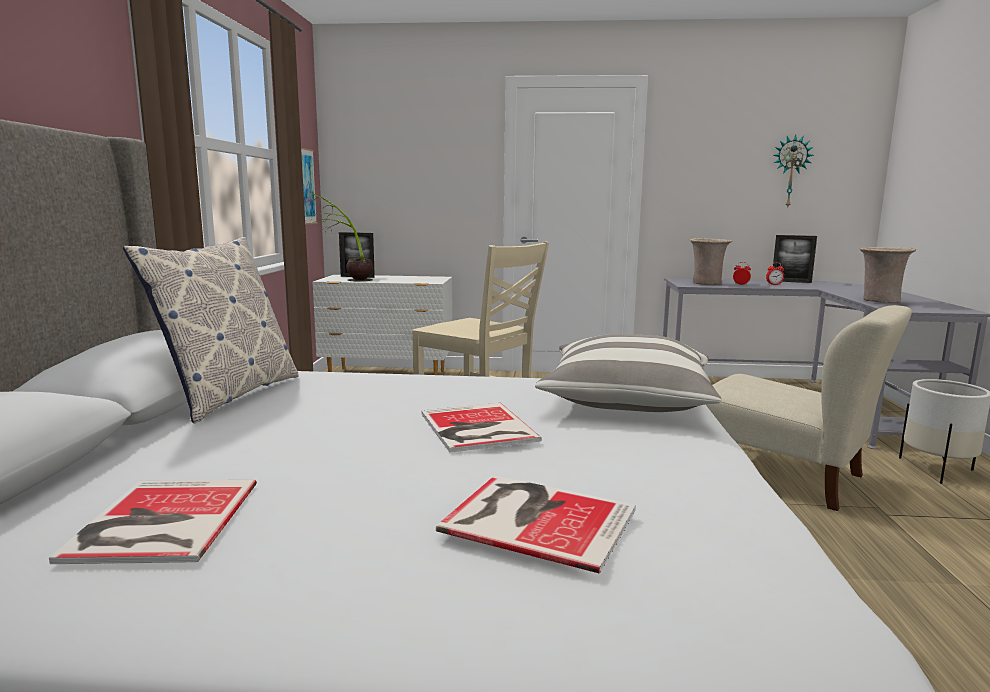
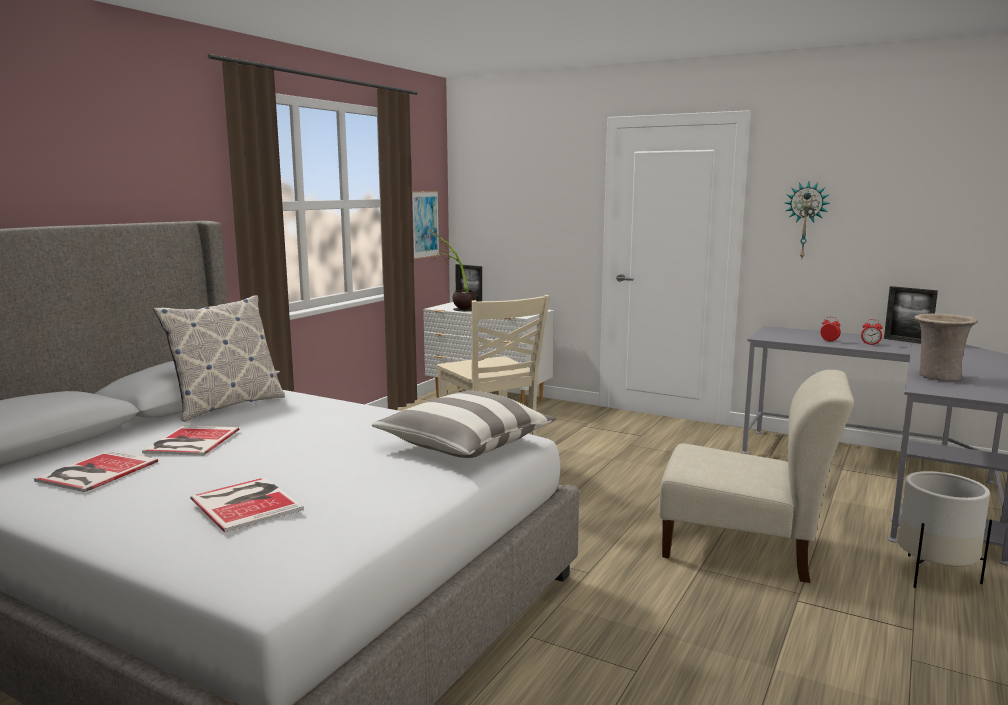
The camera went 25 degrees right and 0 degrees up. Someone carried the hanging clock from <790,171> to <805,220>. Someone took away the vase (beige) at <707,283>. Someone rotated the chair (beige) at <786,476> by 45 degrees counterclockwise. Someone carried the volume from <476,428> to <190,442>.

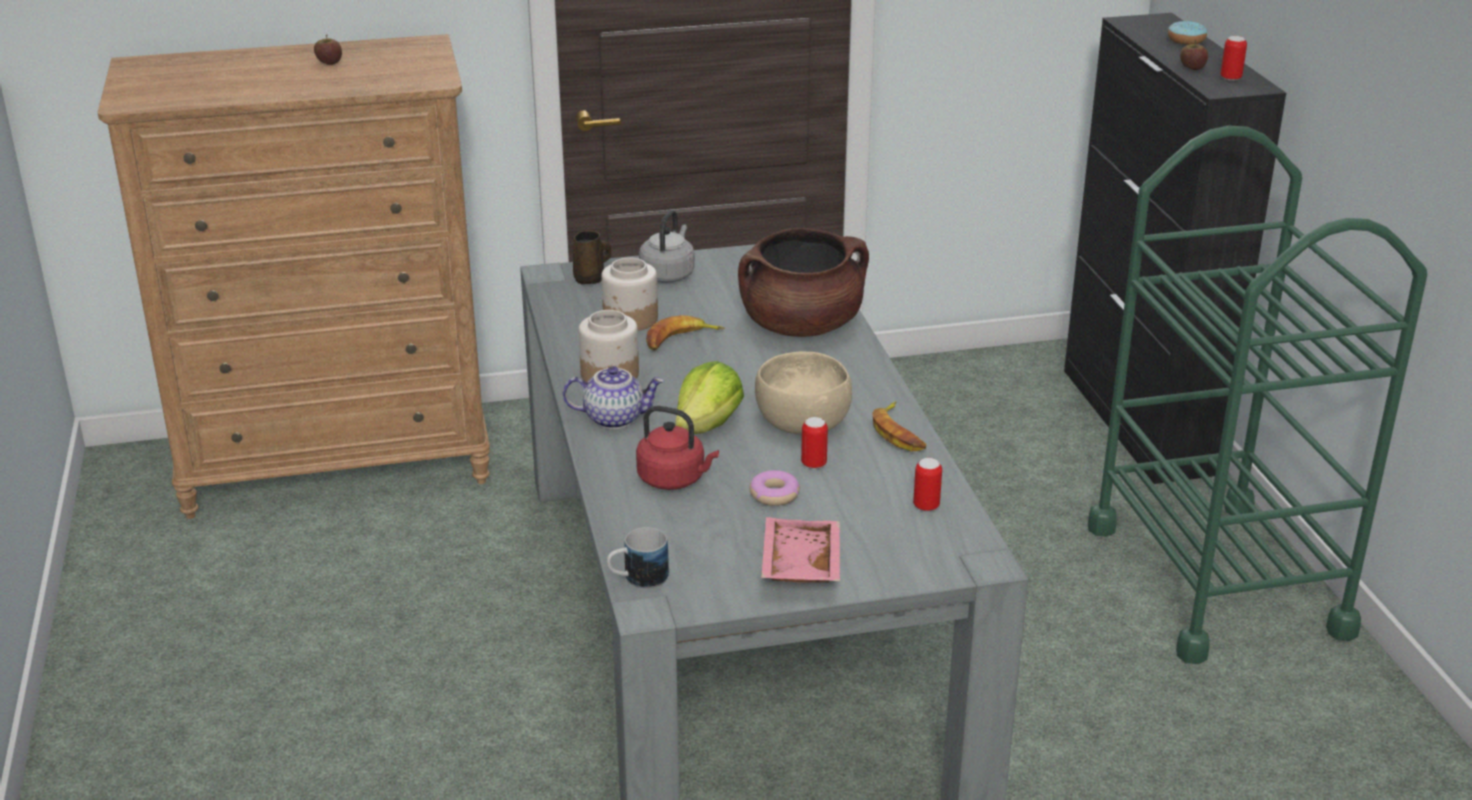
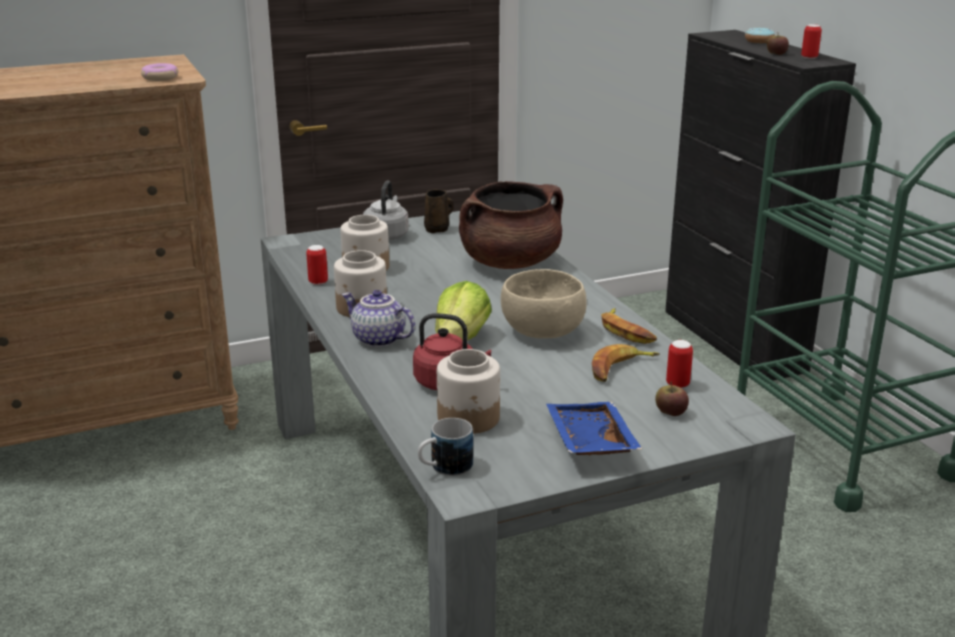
The camera went 10 degrees left and 5 degrees down. Someone carried the apple from <329,62> to <670,412>. Someone carried the tea mug (brown) from <591,279> to <438,229>. Someone carried the whole banana from <680,340> to <620,369>. Someone rotated the pot for tea at <615,418> by 135 degrees counterclockwise. Someone carried the metal can from <813,464> to <318,282>. Someone carried the ring doughnut from <774,495> to <160,78>. Someone repainted the tray (pinkish) at <798,564>, which became the tray (blue) at <588,441>. Someone put down the storage jar at <469,418>.

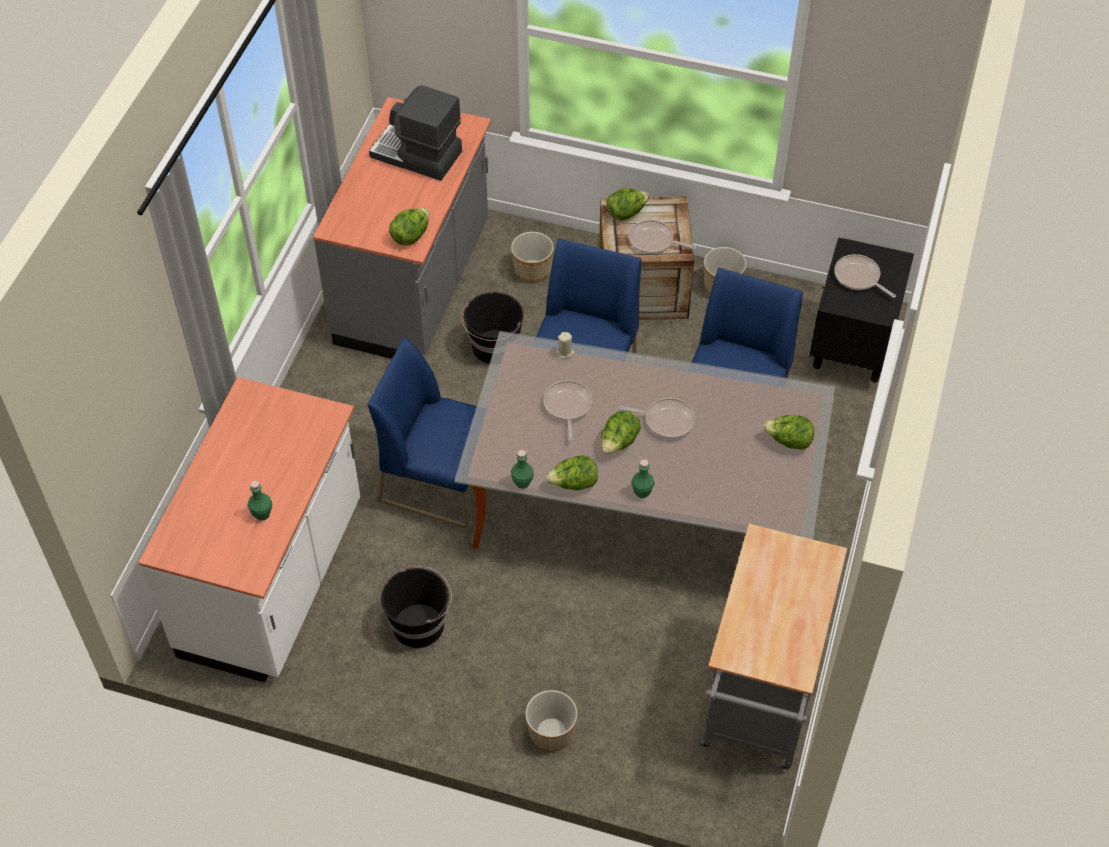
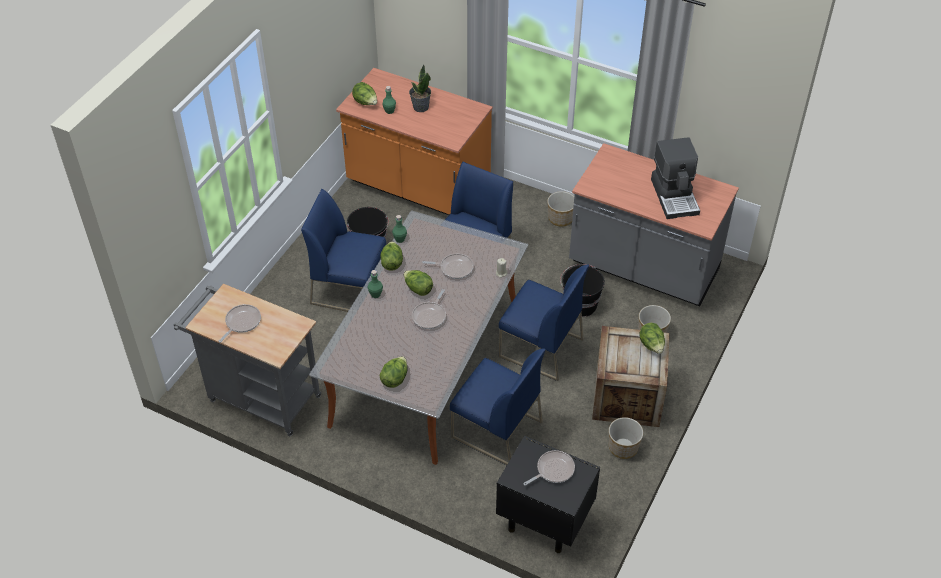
The camera went 100 degrees right and 5 degrees down. Someone rotated the coffee brewer at <416,155> by 135 degrees clockwise. Someone carried the head of lettuce from <411,236> to <366,103>. Someone carried the skillet from <654,241> to <241,322>. Someone repainted the kitchen base unit (whitish) at <274,581>, which became the kitchen base unit (orange-coloured) at <417,187>. Someone carried the plant pot from <550,732> to <561,218>. Someone put down the plant in a pot at <420,107>. Someone put down the chair (blue) at <350,288>.

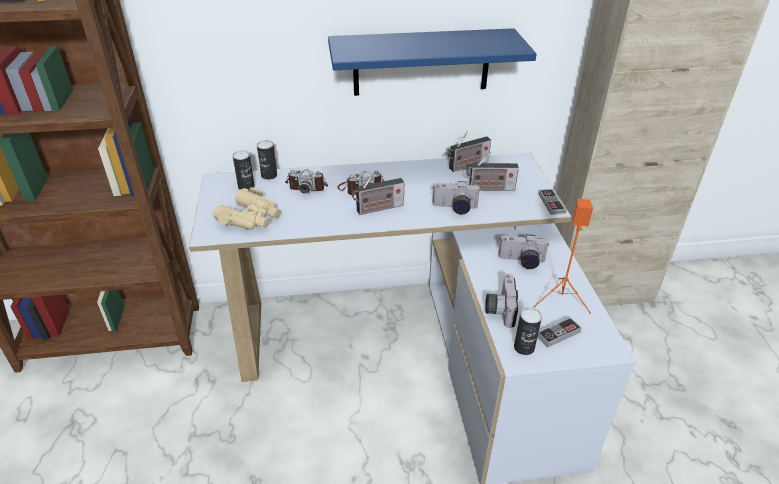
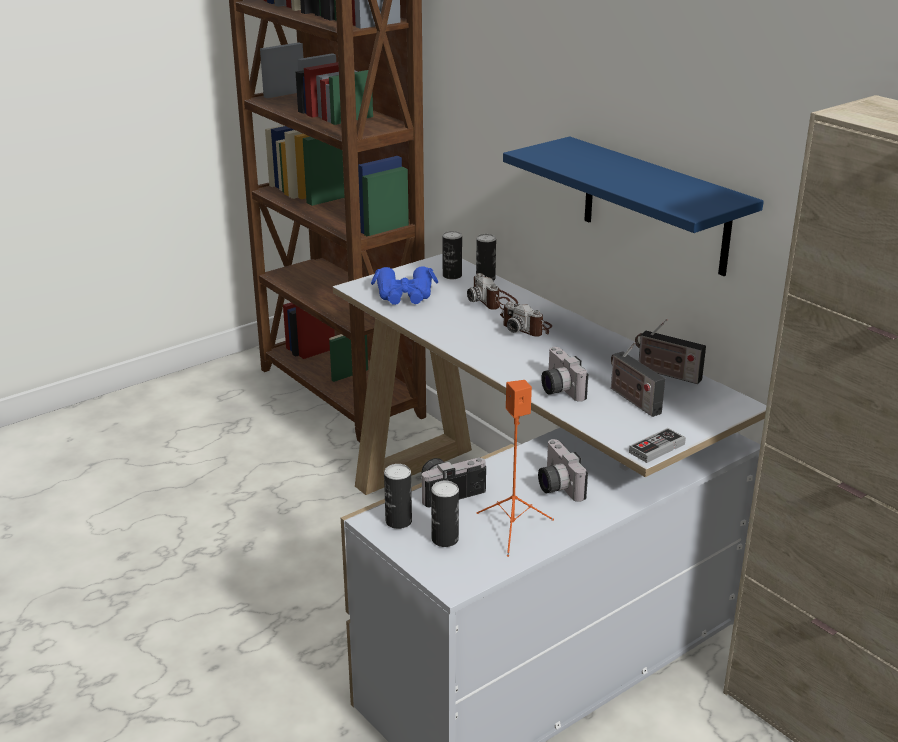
The camera went 60 degrees right and 10 degrees down. Someone took away the radio receiver at <378,209>. Someone repainted the field glasses (beige) at <251,217>, which became the field glasses (blue) at <405,295>. Someone swapped the game controller at <557,333> for the metal can at <445,539>.

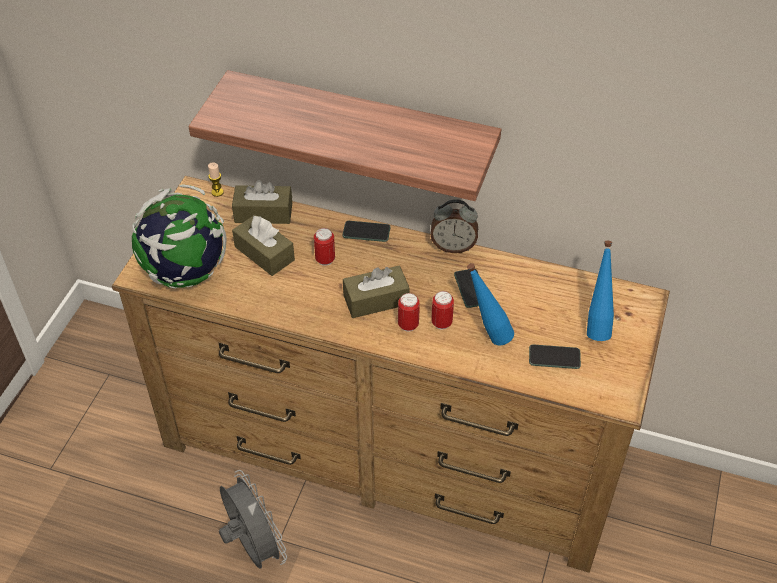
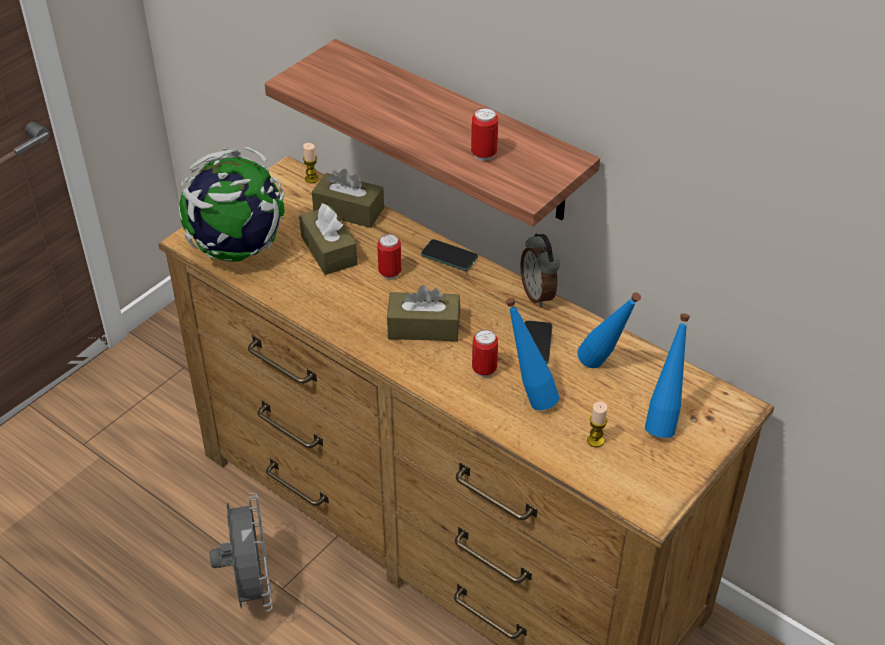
The camera went 20 degrees right and 5 degrees down. Someone rotated the table clock at <453,246> by 45 degrees clockwise. Someone carried the metal can from <408,325> to <484,154>. Someone swapped the telephone at <554,357> for the candle at <595,440>. Someone put down the drink bottle (blue) at <603,368>.

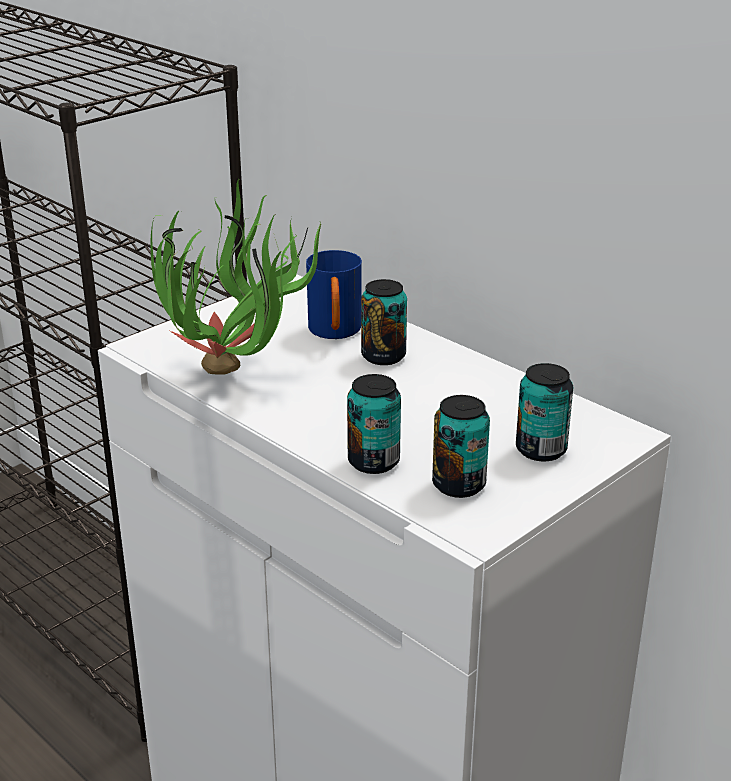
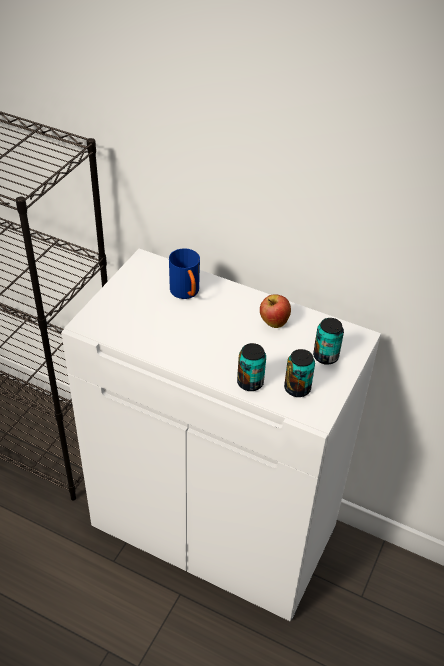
The camera went 20 degrees left and 15 degrees up. Someone took away the plant in a pot at <238,381>. Someone took away the metal can at <383,356>. Someone put down the apple at <273,323>.

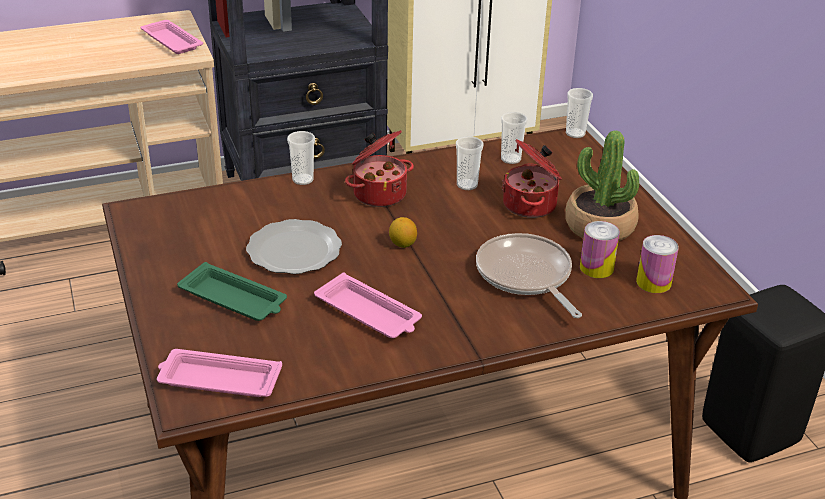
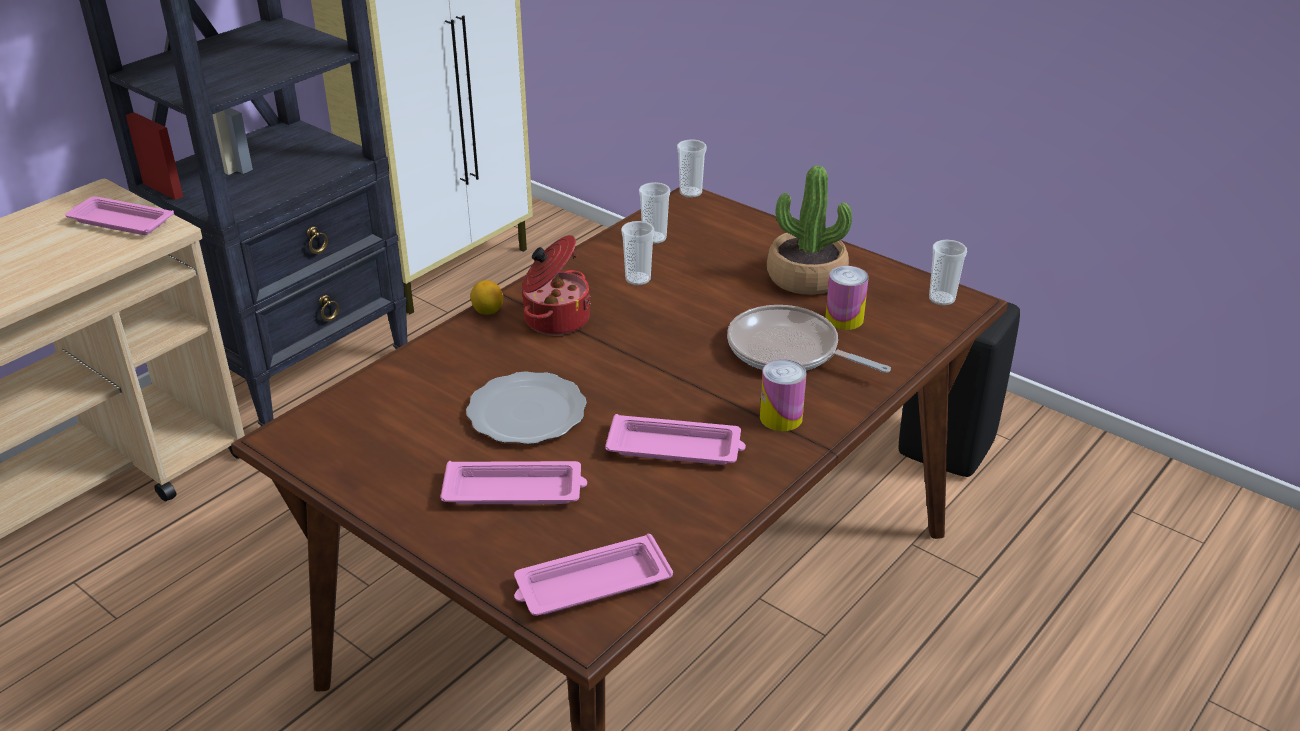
The camera went 30 degrees left and 0 degrees up. Someone carried the small cup from <303,180> to <941,299>. Someone took away the stockpot at <531,205>. Someone carried the whole lemon from <402,244> to <488,311>. Someone carried the metal can from <653,282> to <781,418>. Someone repainted the tray (green) at <234,299>, which became the tray (pinkish) at <516,491>.

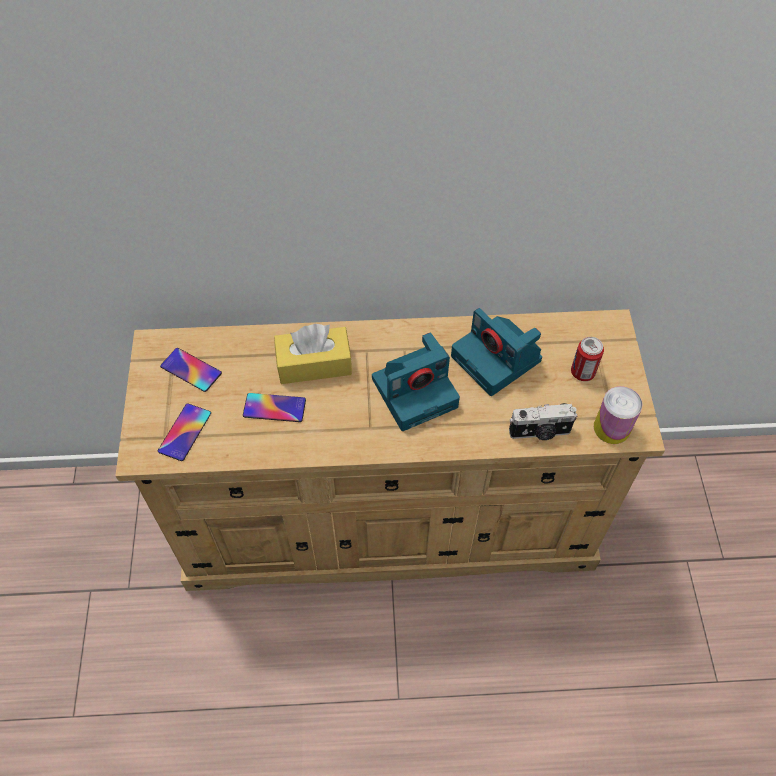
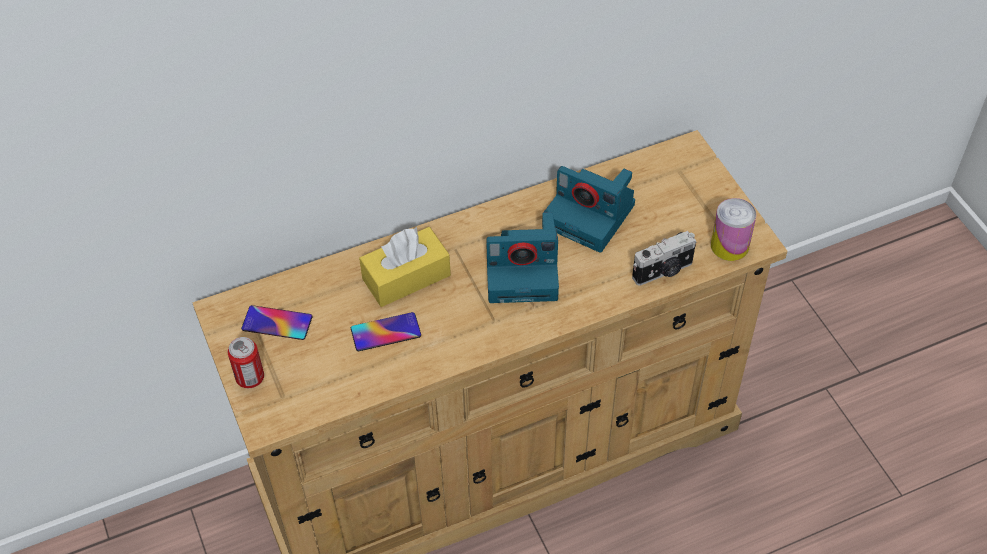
The camera went 20 degrees left and 5 degrees down. Someone rotated the still camera at <416,391> by 45 degrees clockwise. Someone carried the metal can from <582,372> to <250,378>. Someone took away the telephone at <185,432>.

